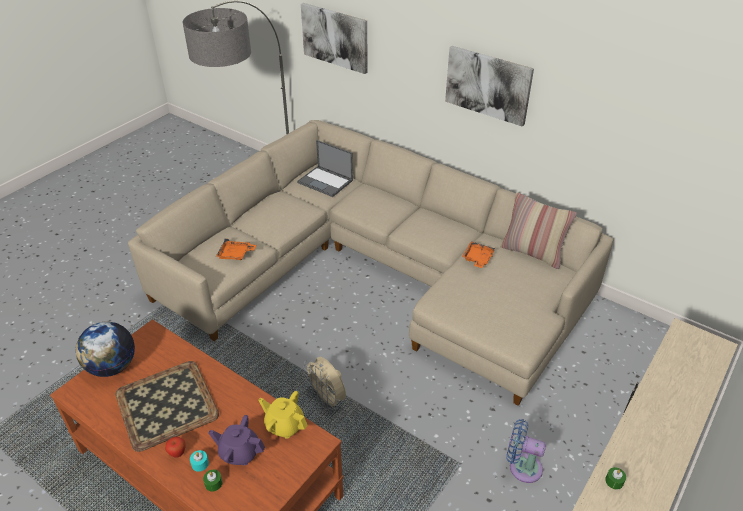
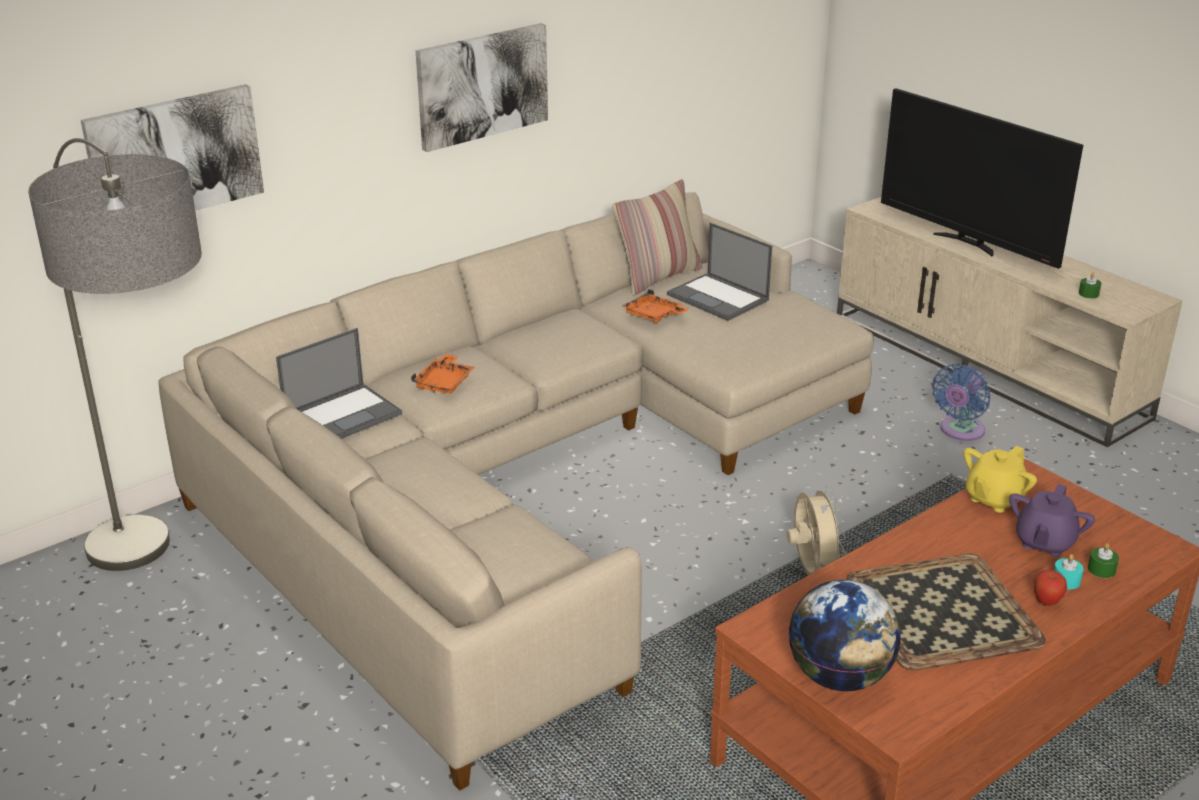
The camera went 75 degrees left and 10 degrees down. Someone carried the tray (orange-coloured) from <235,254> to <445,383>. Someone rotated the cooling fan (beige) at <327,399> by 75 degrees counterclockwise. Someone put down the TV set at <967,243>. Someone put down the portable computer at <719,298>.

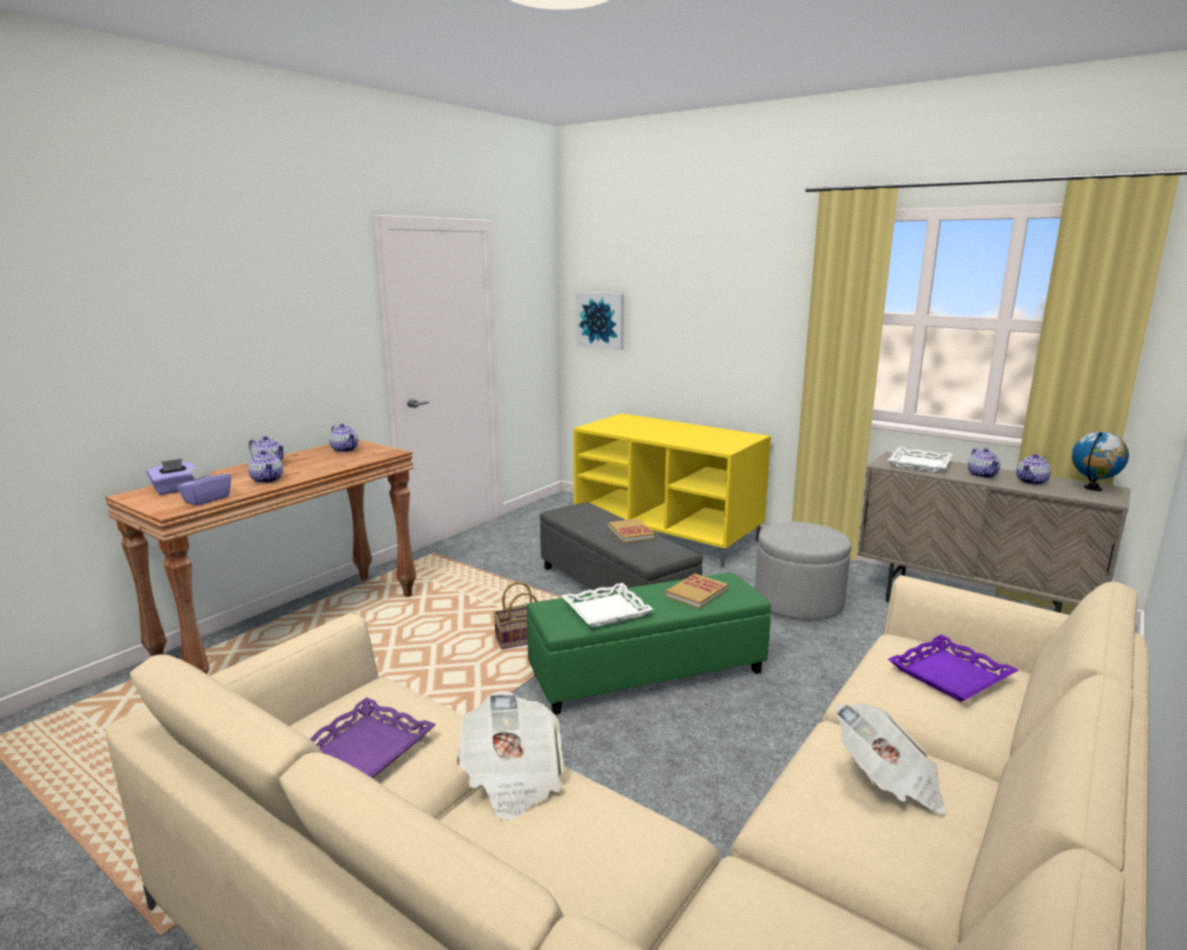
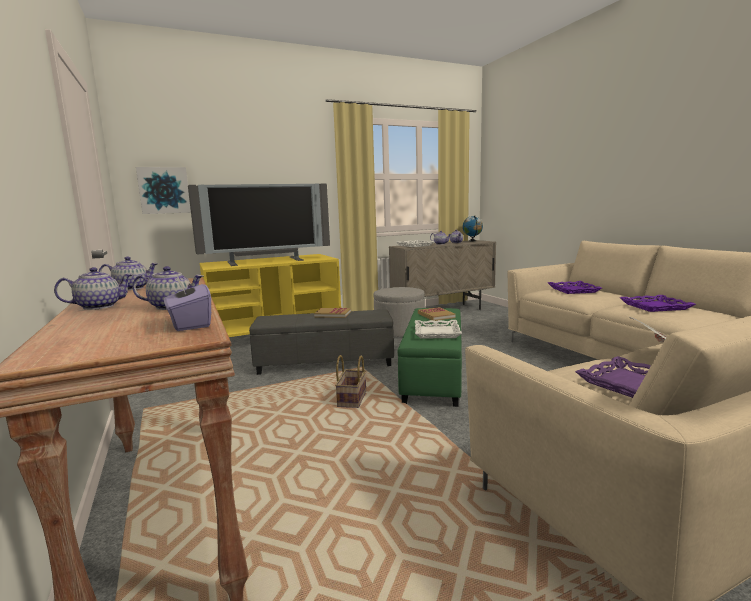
The camera went 60 degrees left and 5 degrees down. Someone took away the tissue holder (purple-coloured) at <176,490>. Someone swapped the newspaper at <888,781> for the tray (purple-coloured) at <655,306>. Someone put down the TV set at <267,261>.

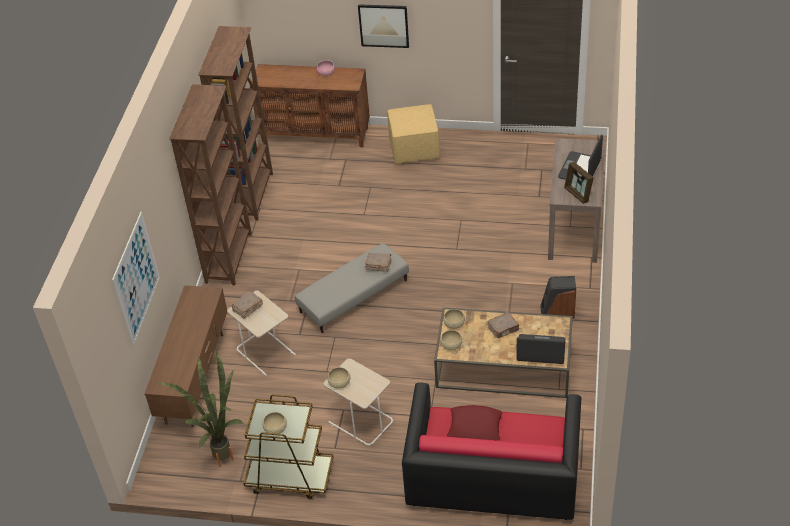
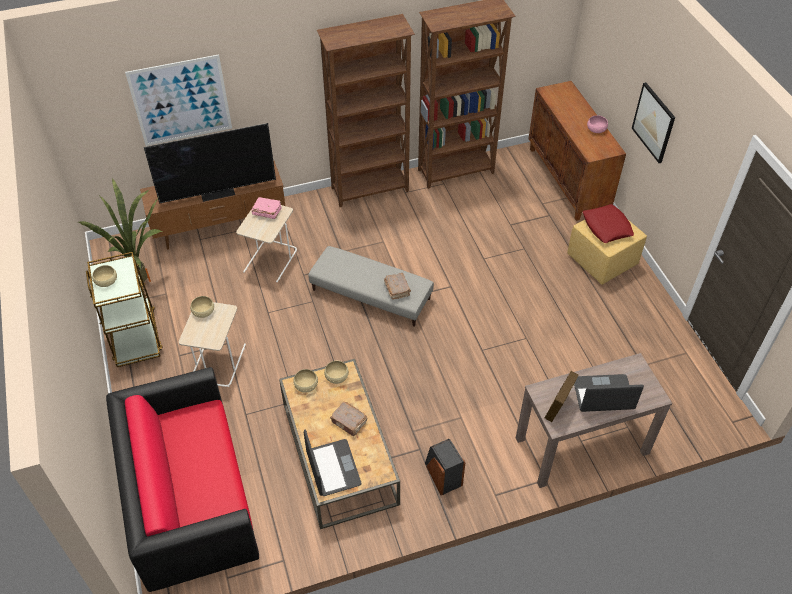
The camera went 60 degrees right and 5 degrees up. Someone repainted the volume (brown) at <247,308>, which became the volume (pinkish) at <266,211>. Someone carried the throw pillow (red-coloured) from <474,428> to <606,227>. Someone put down the TV set at <218,192>.

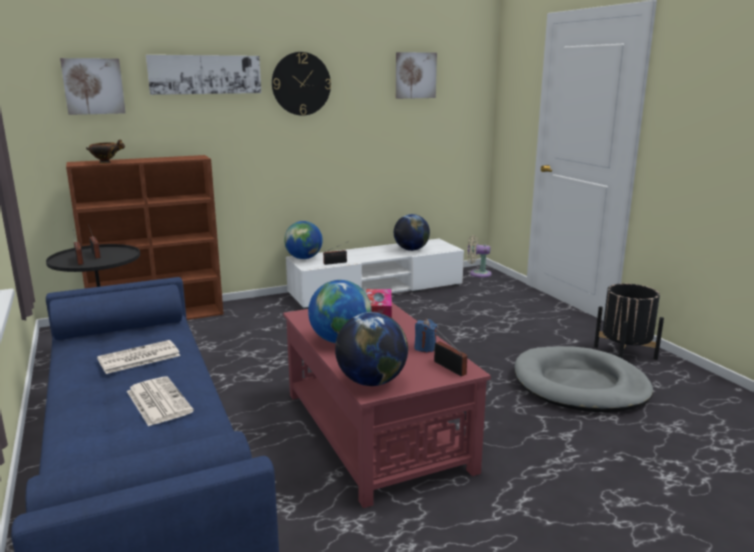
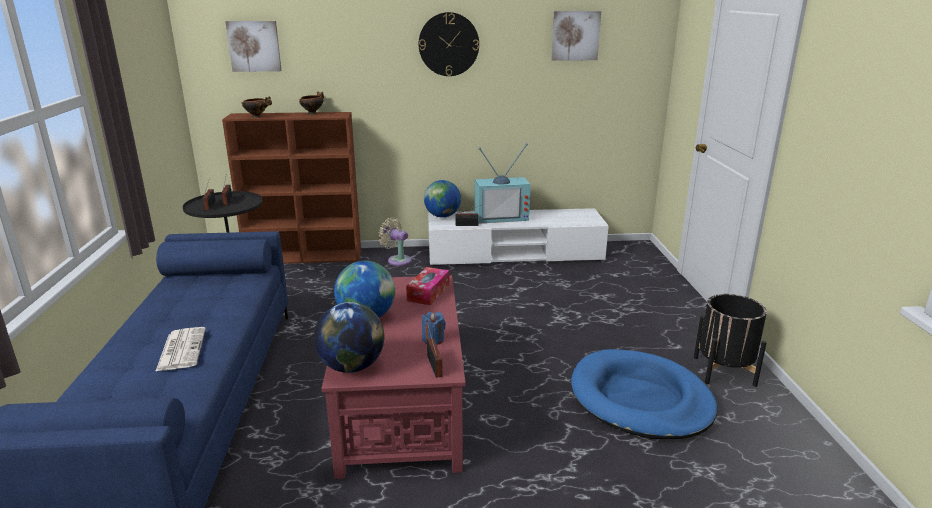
The camera went 20 degrees right and 5 degrees up. Someone took away the picture at <205,74>. Someone took away the desk globe at <411,250>. Someone carried the cooling fan (beige) from <478,273> to <397,260>. Someone took away the newspaper at <138,358>. Someone repainted the pet bed (grey) at <580,385>, which became the pet bed (blue) at <640,399>. Someone put down the bowl at <313,113>. Someone put down the TV set at <501,216>.

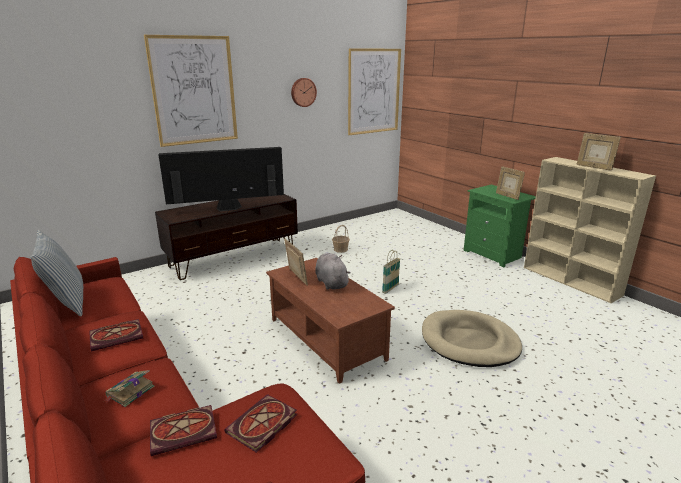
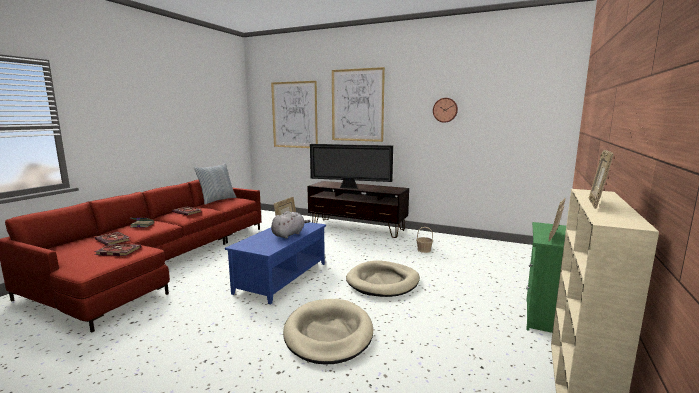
The camera went 60 degrees right and 10 degrees down. Someone carried the picture from <373,91> to <294,115>. Someone rotated the TV set at <227,209> by 150 degrees clockwise. Someone swapped the household basket at <390,288> for the pet bed (beige) at <383,282>. Someone repainted the coffee table (brown) at <325,339>, which became the coffee table (blue) at <281,277>.

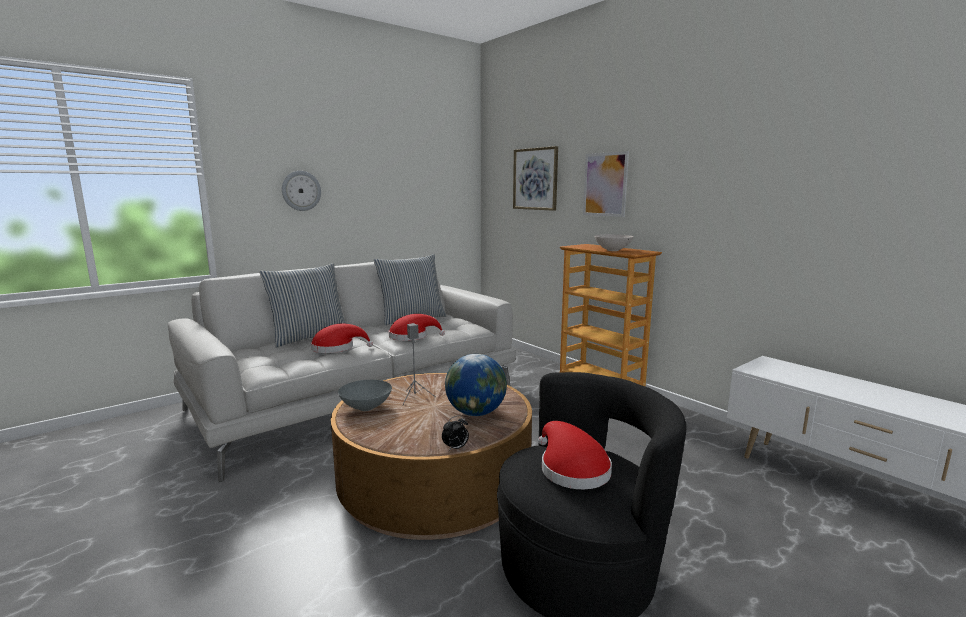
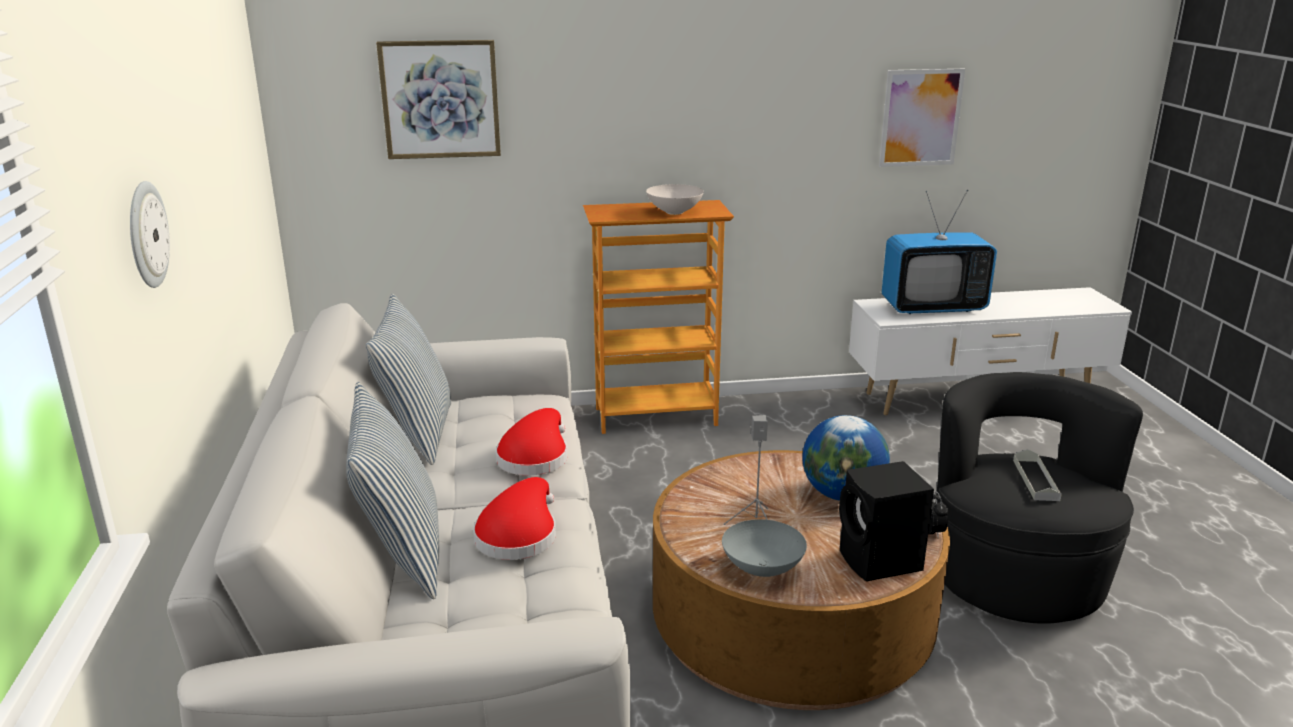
The camera went 60 degrees left and 10 degrees up. Someone carried the picture from <605,184> to <920,118>. Someone swapped the clothing hat (red-coloured) at <571,469> for the tray (grey) at <1035,480>. Someone put down the TV set at <933,308>. Someone put down the speaker (blackish) at <880,562>.

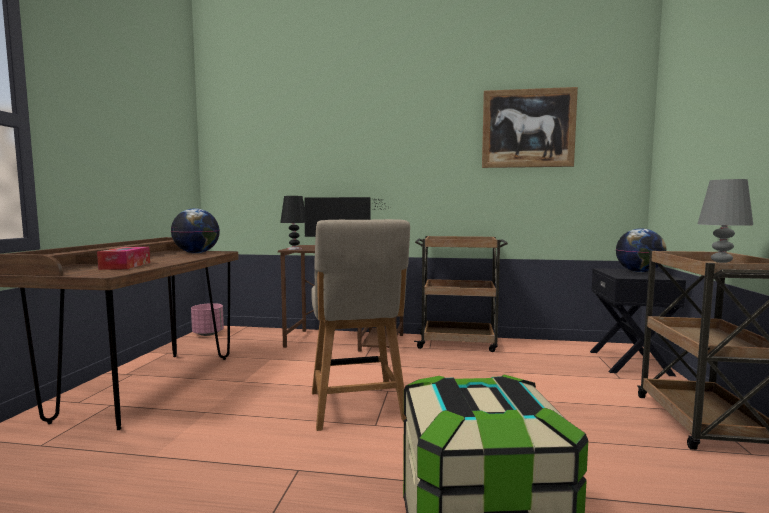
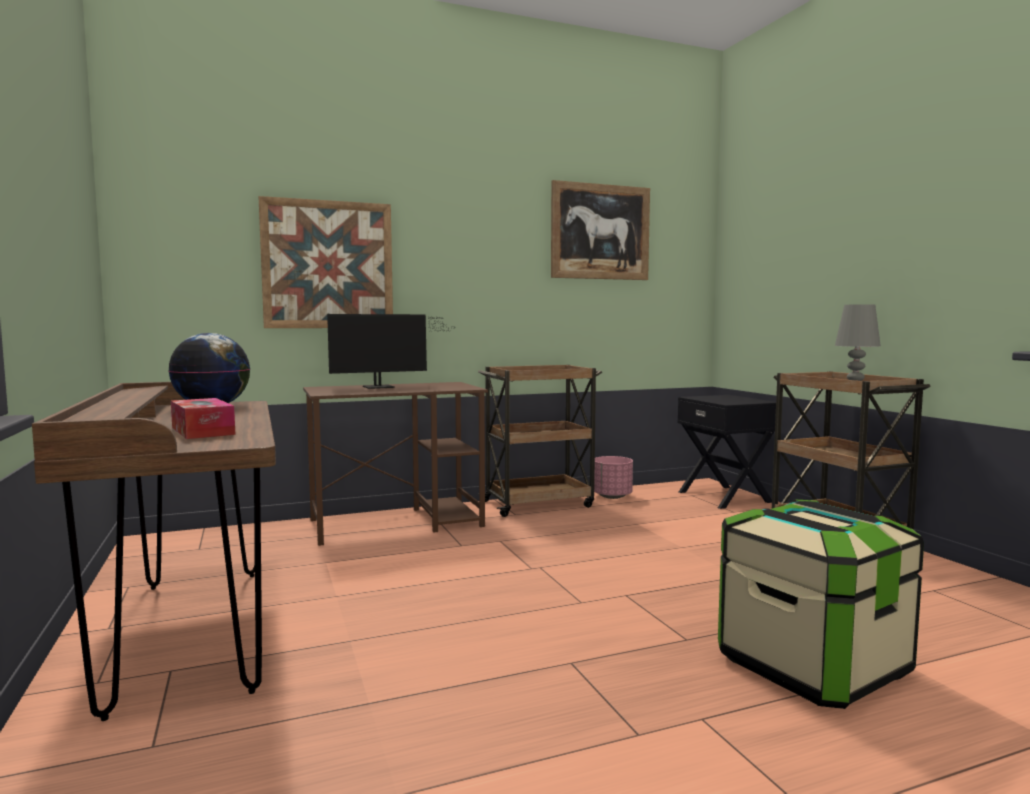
The camera went 30 degrees left and 0 degrees up. Someone took away the table lamp (blackish) at <294,249>. Someone took away the chair (beige) at <357,408>. Someone took away the desk globe at <639,272>. Someone carried the plant pot (pinkish) from <208,334> to <612,496>. Someone put up the picture at <328,265>.

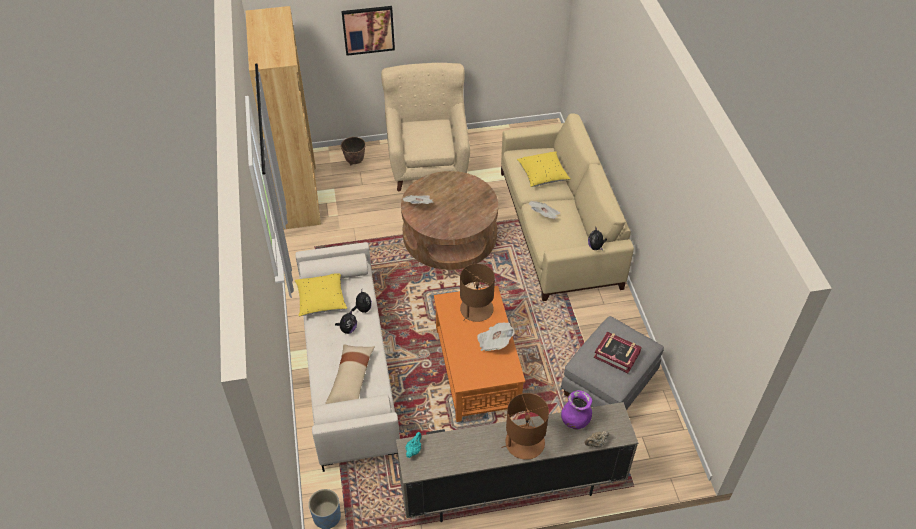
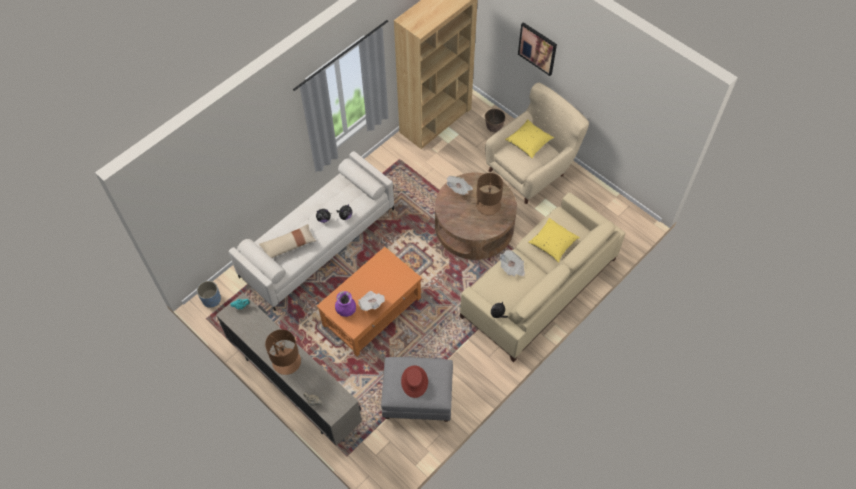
The camera went 55 degrees right and 10 degrees up. Someone carried the table lamp (brown) from <476,309> to <488,205>. Someone carried the throw pillow (yellow-coloured) from <321,300> to <528,143>. Someone swapped the volume at <617,355> for the clothing hat (red-coloured) at <414,381>. Someone carried the vase (purple-coloured) from <575,420> to <346,310>.

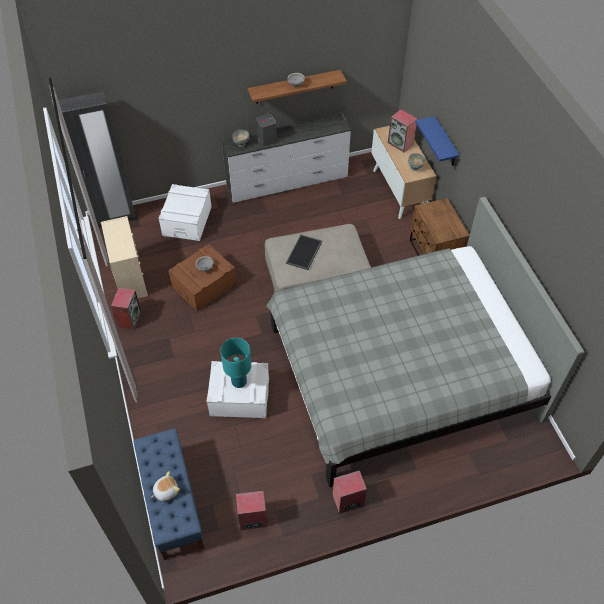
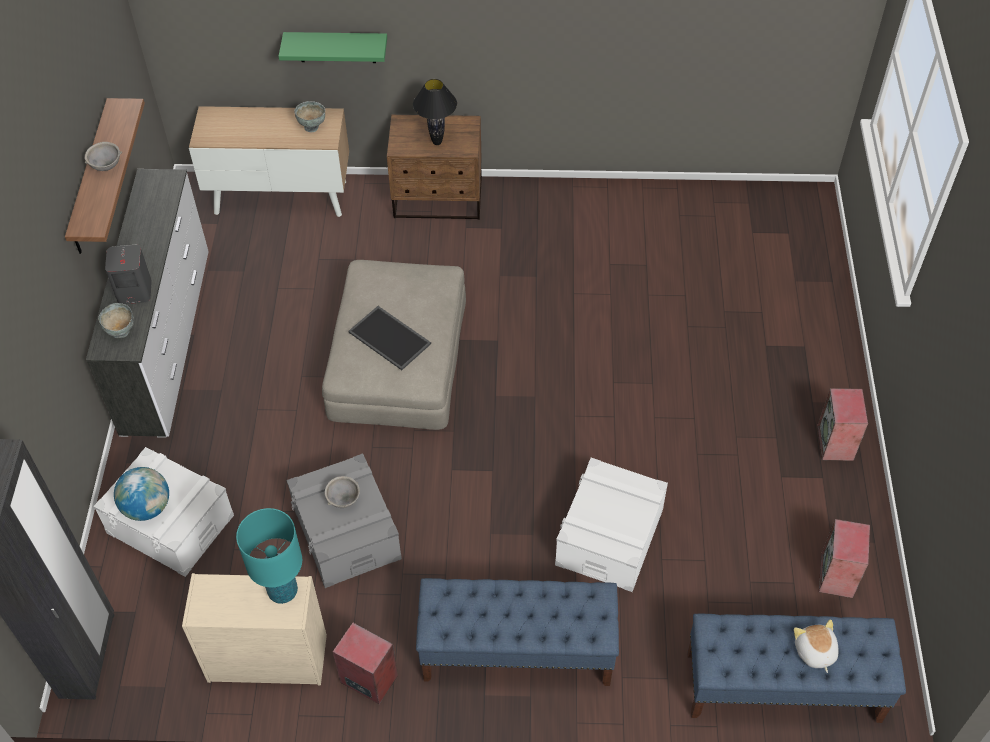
The camera went 70 degrees left and 0 degrees up. Someone took away the speaker at <401,143>. Someone repainted the shelf (blue) at <445,143>, which became the shelf (green) at <336,47>. Someone took away the bed (grey) at <401,370>. Someone repainted the storage container (brown) at <204,285>, which became the storage container (grey) at <347,533>. Someone carried the table lamp (turquoise-coloured) from <239,382> to <283,591>. Someone put down the table lamp (blackish) at <437,142>. Someone put down the desk globe at <147,507>. Someone put down the indoor bench (blue) at <516,652>.

